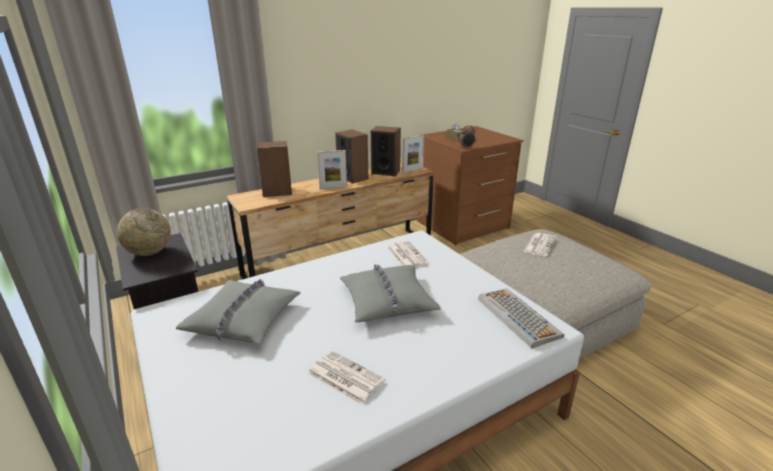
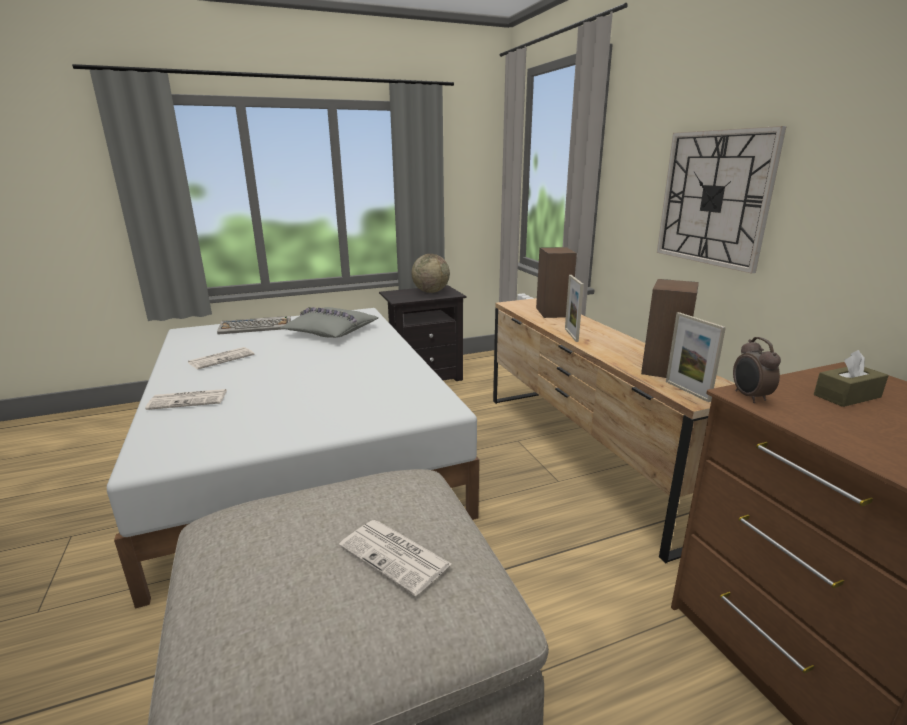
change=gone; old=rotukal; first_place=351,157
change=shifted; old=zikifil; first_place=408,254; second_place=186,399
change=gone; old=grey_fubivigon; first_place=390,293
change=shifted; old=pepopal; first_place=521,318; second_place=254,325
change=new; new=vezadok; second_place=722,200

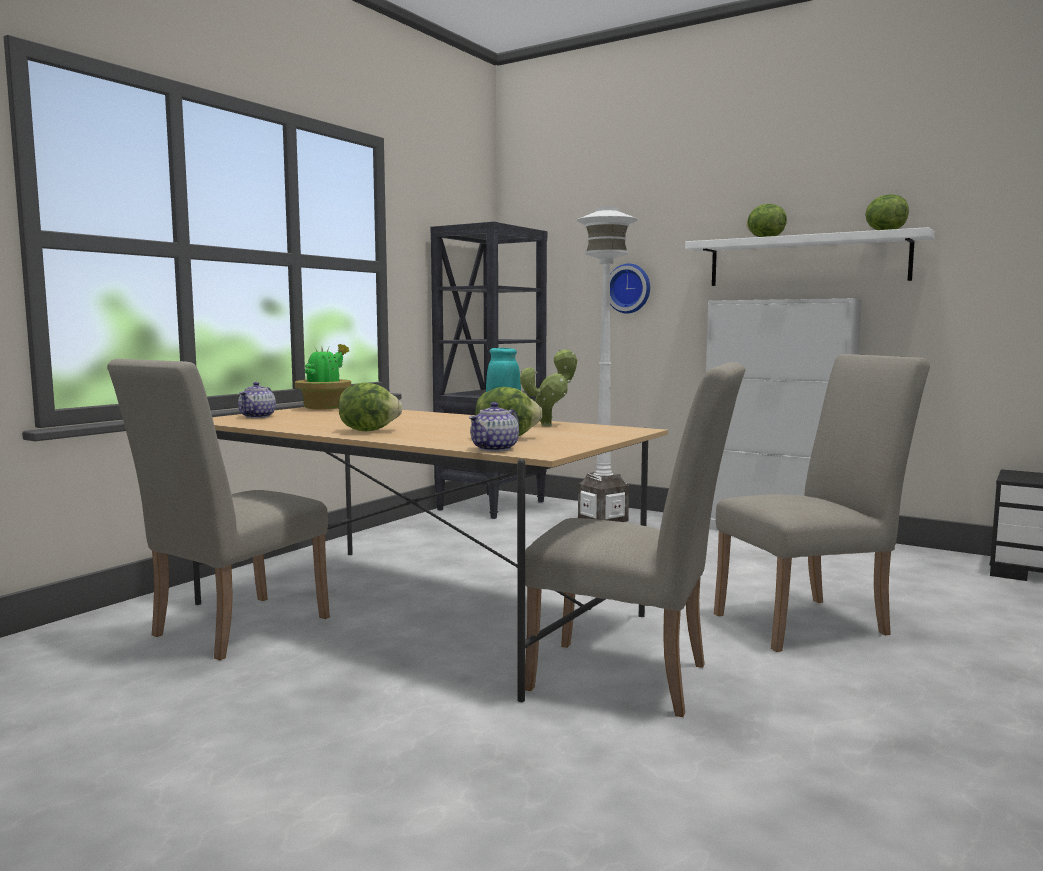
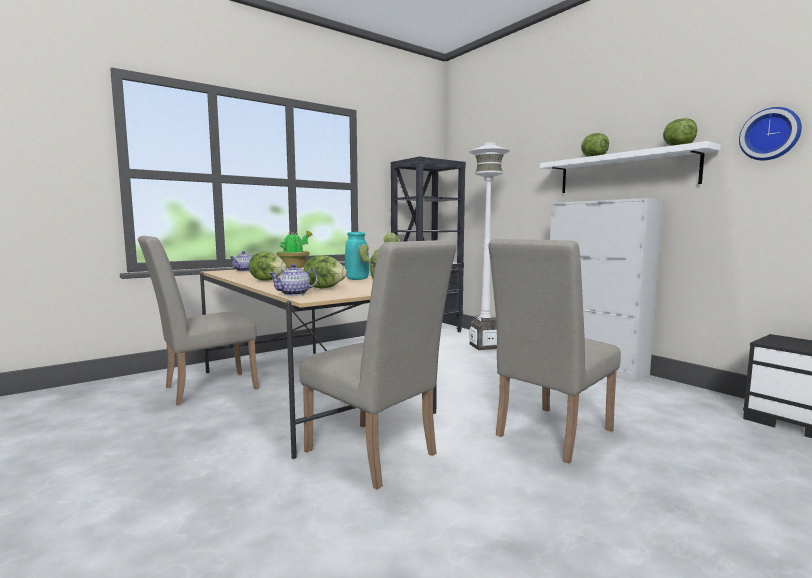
change=shifted; old=vezadok; first_place=630,289; second_place=770,133
change=rotated; old=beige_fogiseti; first_place=822,503; second_place=554,351; degrees=135

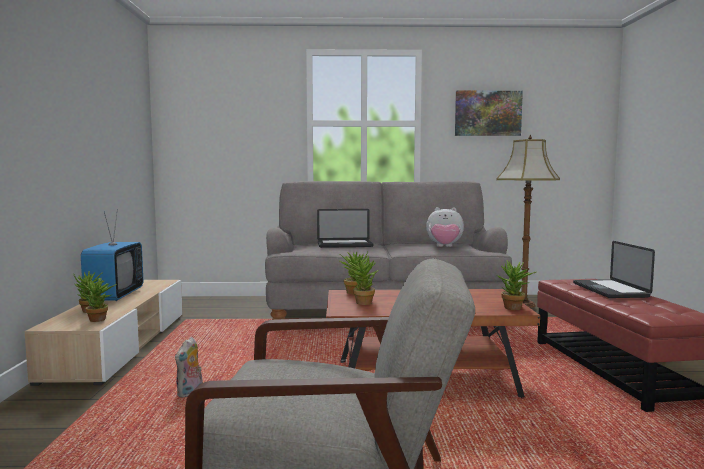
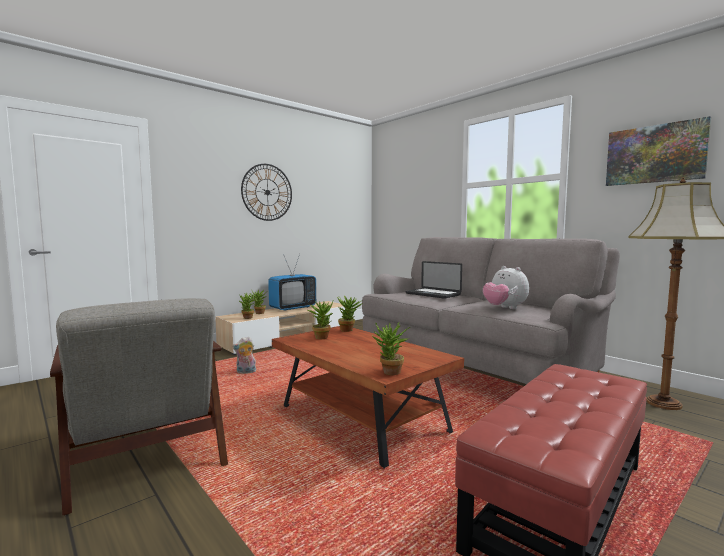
change=gone; old=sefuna; first_place=614,269
change=new; new=vezadok; second_place=266,192

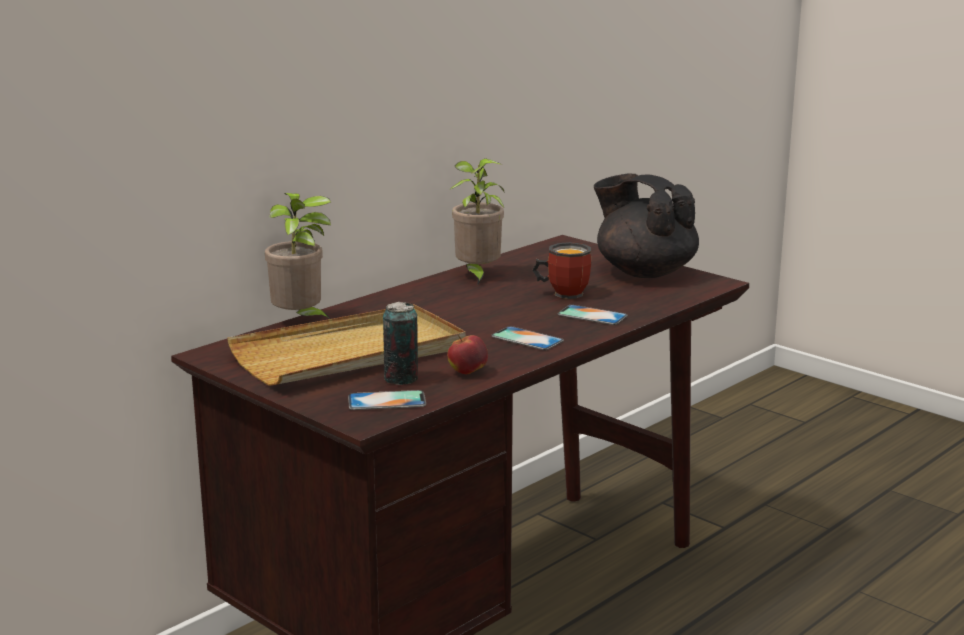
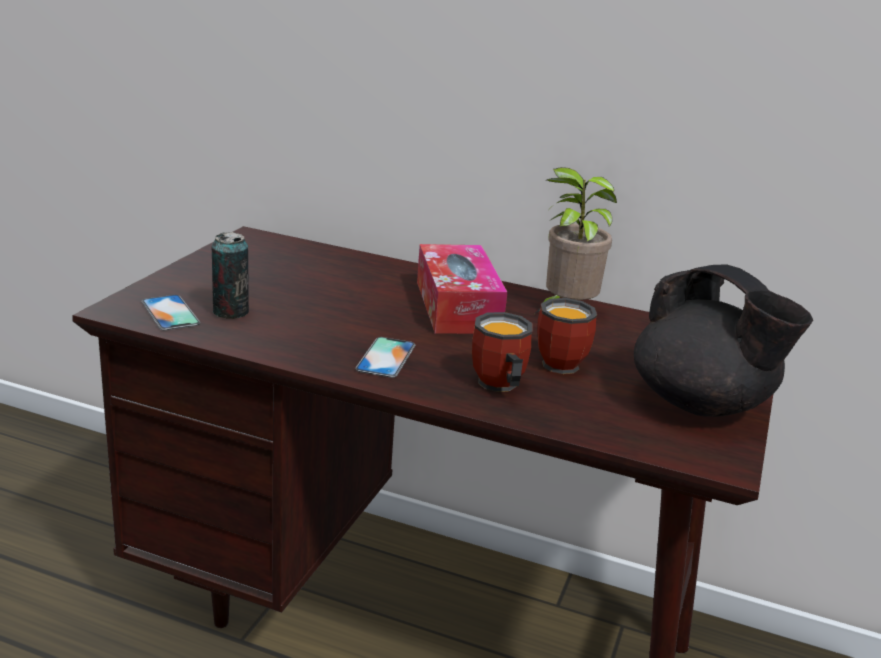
change=rotated; old=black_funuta; first_place=646,226; second_place=723,341; degrees=120
change=gone; old=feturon; first_place=298,256
change=gone; old=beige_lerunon; first_place=346,345
change=swapped; old=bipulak; new=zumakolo; first_place=593,315; second_place=502,352
change=gone; old=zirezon; first_place=467,354
change=new; new=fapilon; second_place=462,289

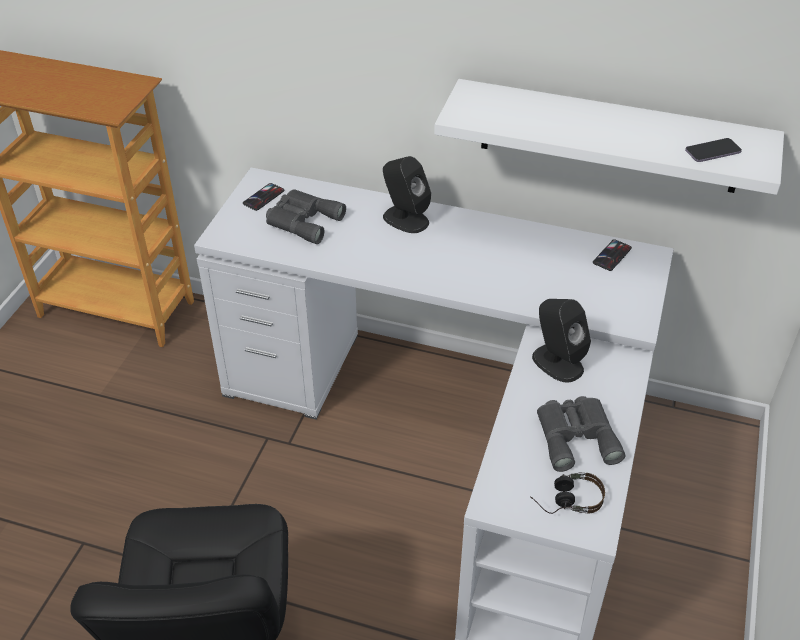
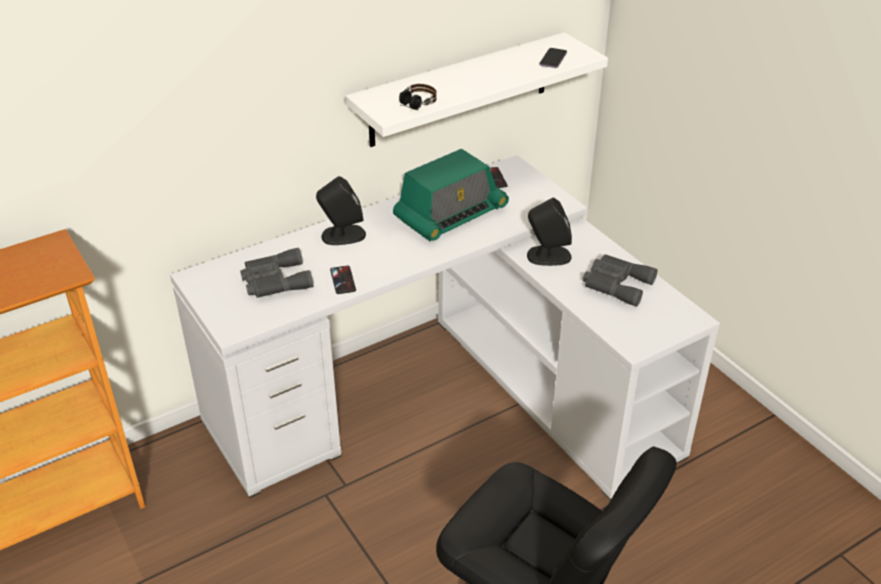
change=shifted; old=bipulak; first_place=263,197; second_place=343,280
change=shifted; old=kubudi; first_place=567,493; second_place=418,97
change=new; new=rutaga; second_place=451,195

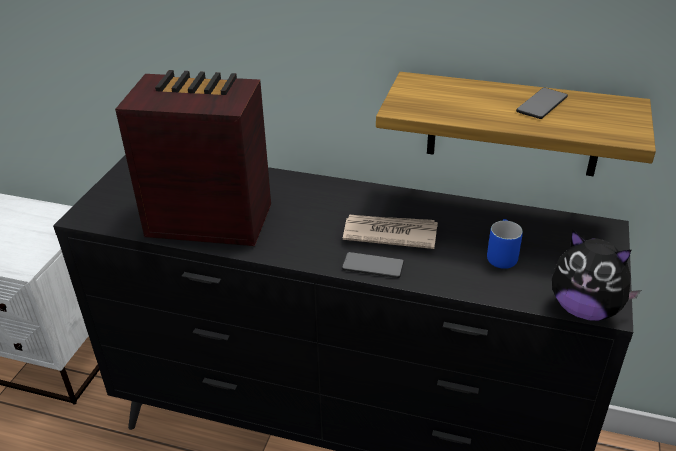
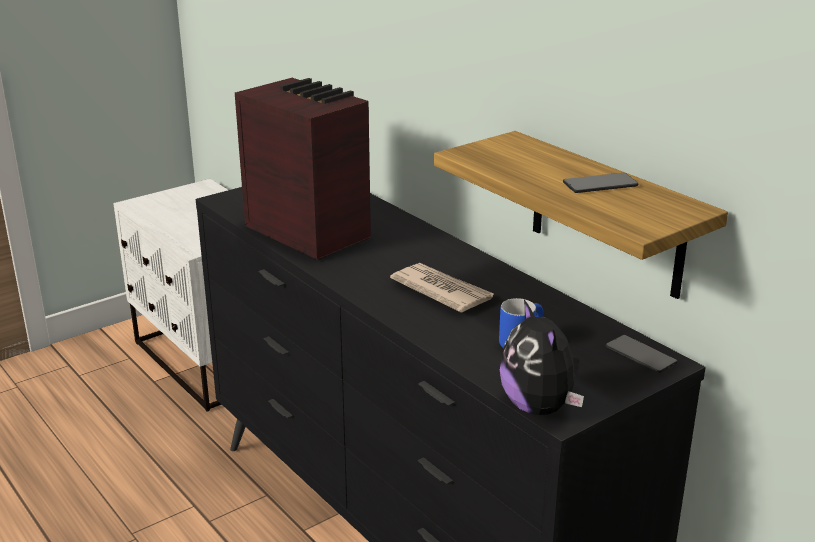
change=shifted; old=bipulak; first_place=373,265; second_place=641,354

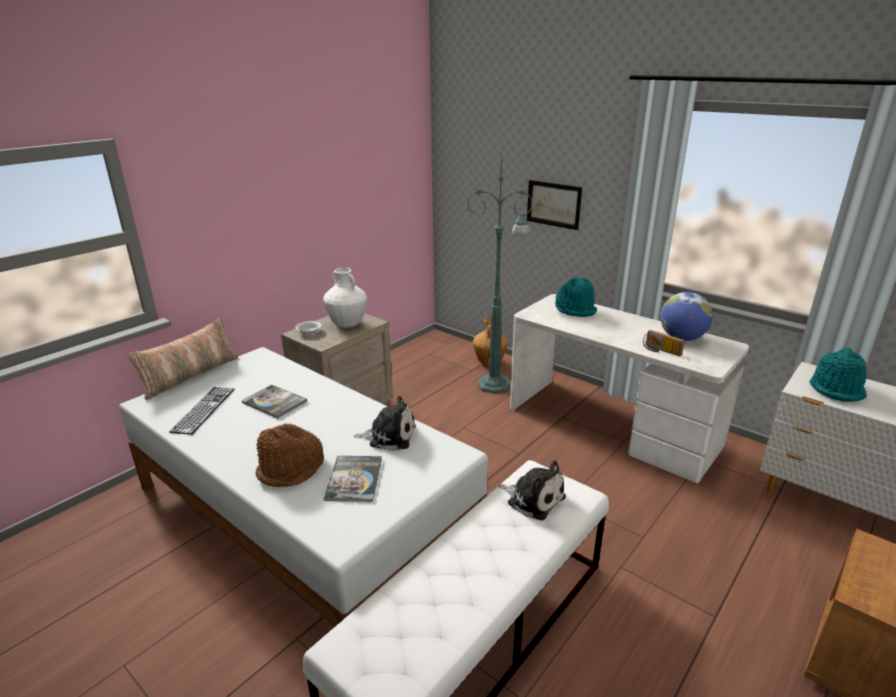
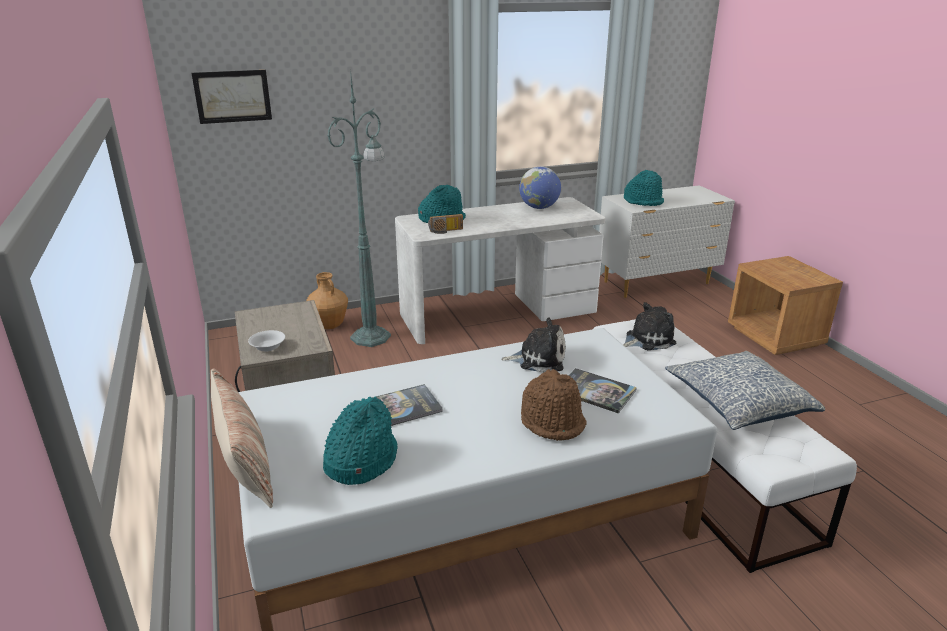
change=shifted; old=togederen; first_place=554,205; second_place=232,97
change=gone; old=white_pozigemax; first_place=345,298
change=shifted; old=rutaga; first_place=664,343; second_place=445,224
change=swapped; old=pepopal; new=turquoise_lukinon; first_place=202,411; second_place=360,441
change=rotated; old=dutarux; first_place=385,423; second_place=533,345; degrees=60
change=new; new=fubivigon; second_place=745,390

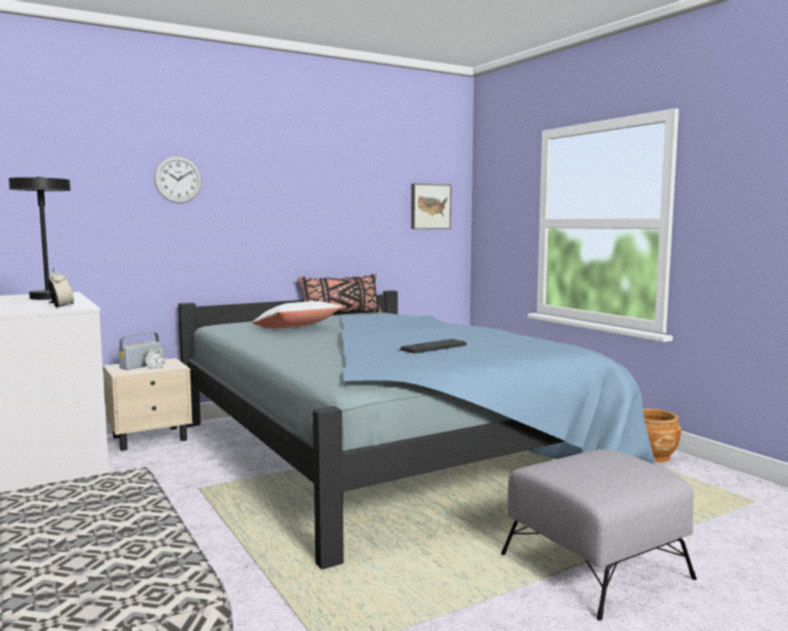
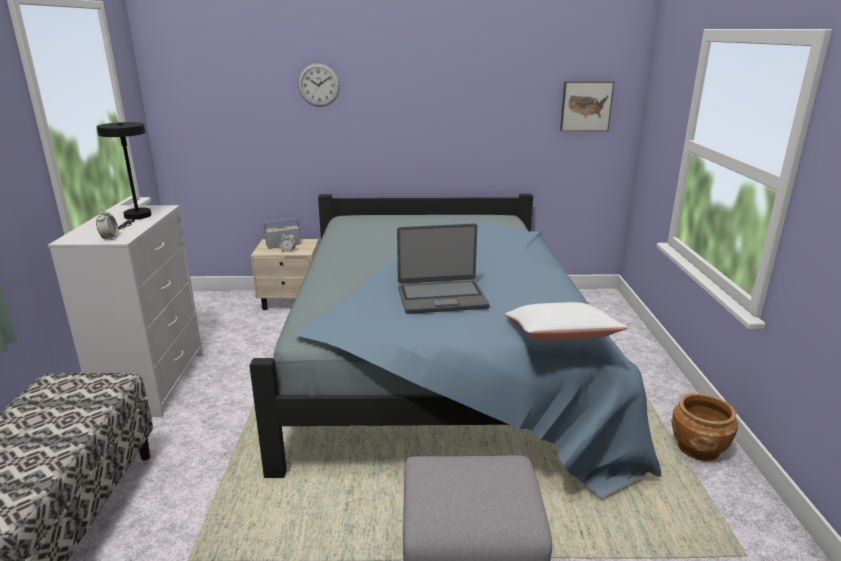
change=gone; old=black_fubivigon; first_place=339,293
change=shifted; old=white_fubivigon; first_place=297,315; second_place=566,321
change=swapped; old=pepopal; new=sefuna; first_place=433,346; second_place=443,269

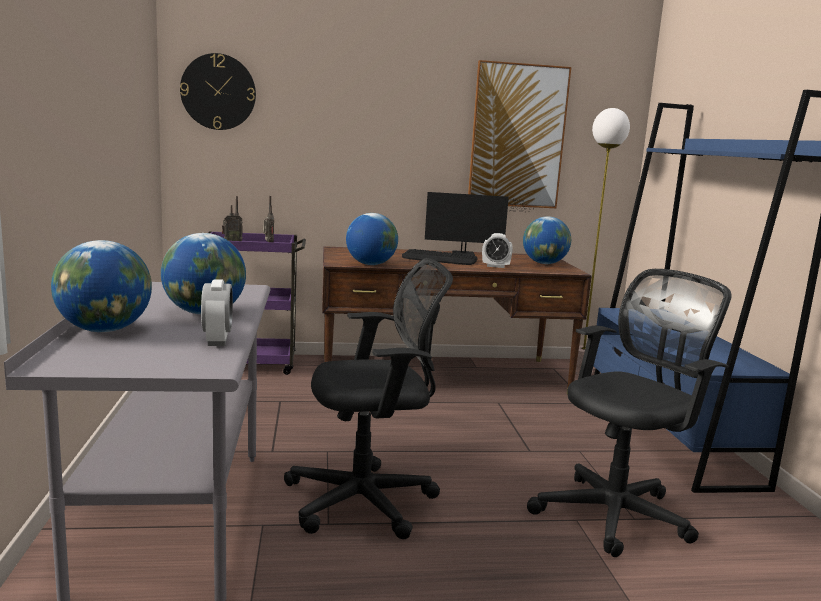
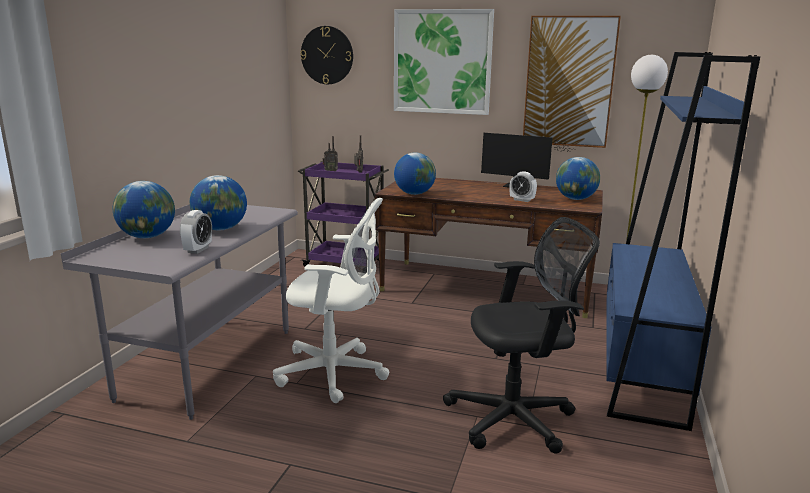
change=gone; old=pepopal; first_place=440,257
change=repainted; old=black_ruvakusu; new=white_ruvakusu; first_place=368,398; second_place=331,300
change=new; new=togederen; second_place=444,62

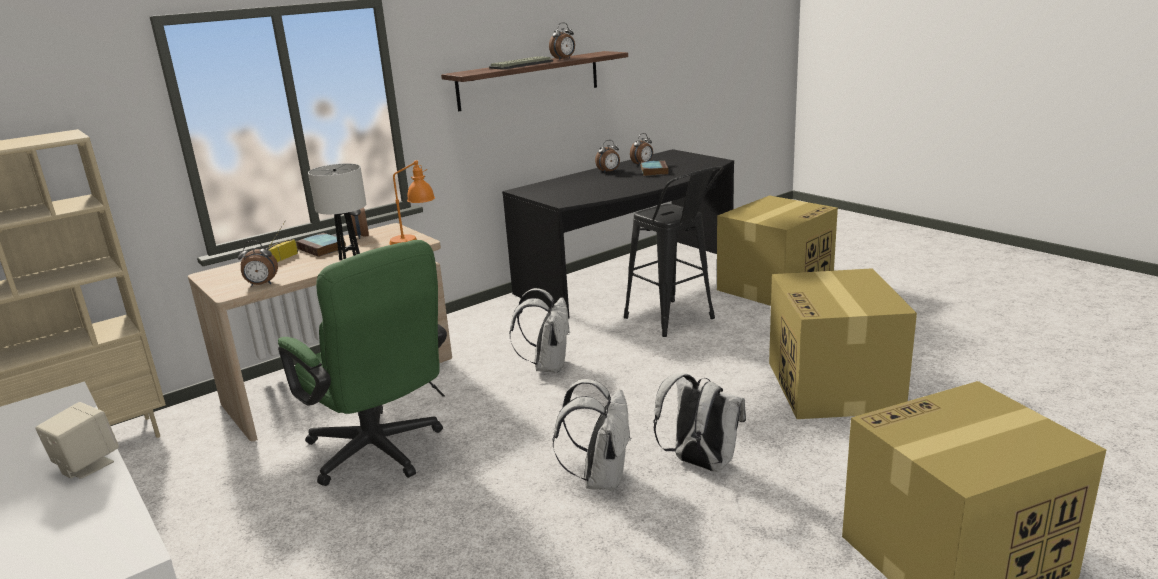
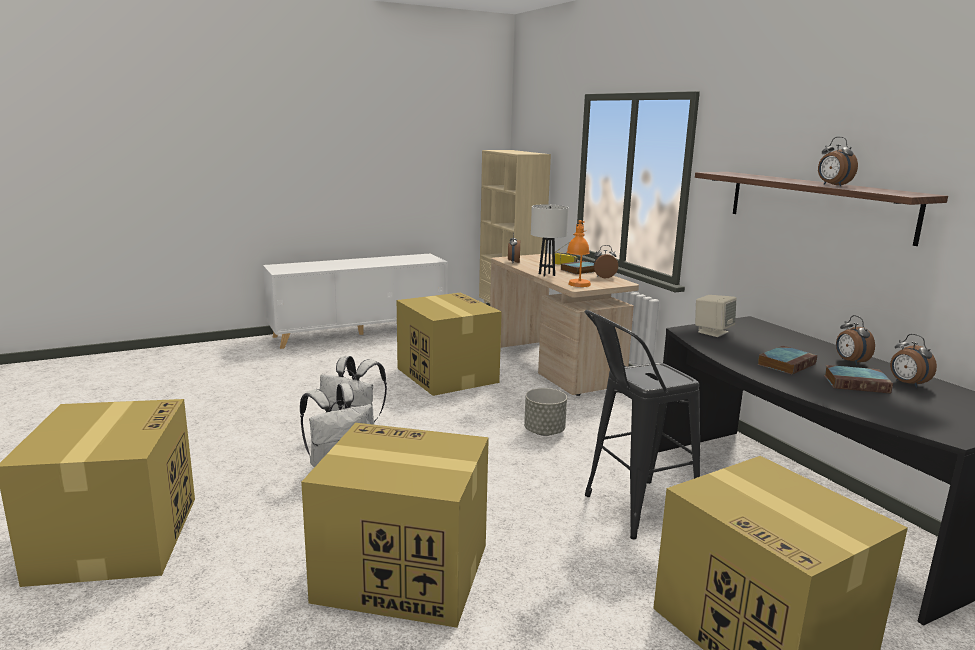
change=gone; old=pepopal; first_place=521,63
change=swapped; old=green_ruvakusu; new=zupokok; first_place=362,363; second_place=449,344
change=swapped; old=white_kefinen; new=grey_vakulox; first_place=540,330; second_place=545,412
change=shifted; old=beige_rotukal; first_place=77,440; second_place=715,316
change=new; new=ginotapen; second_place=787,360

